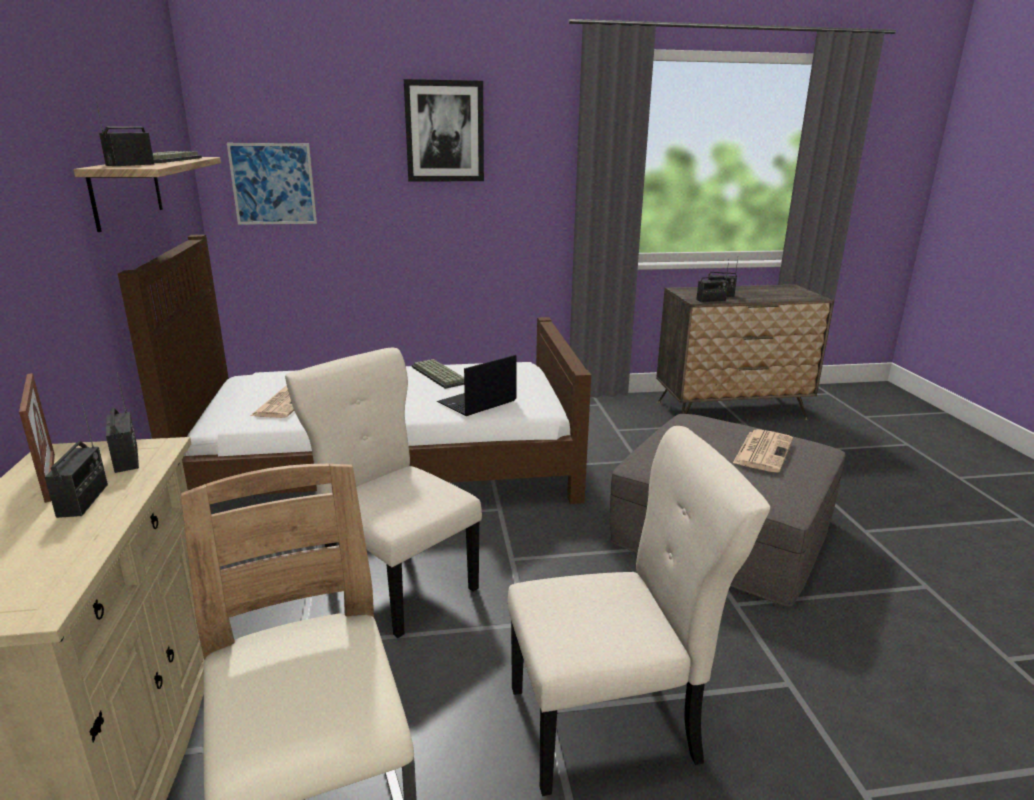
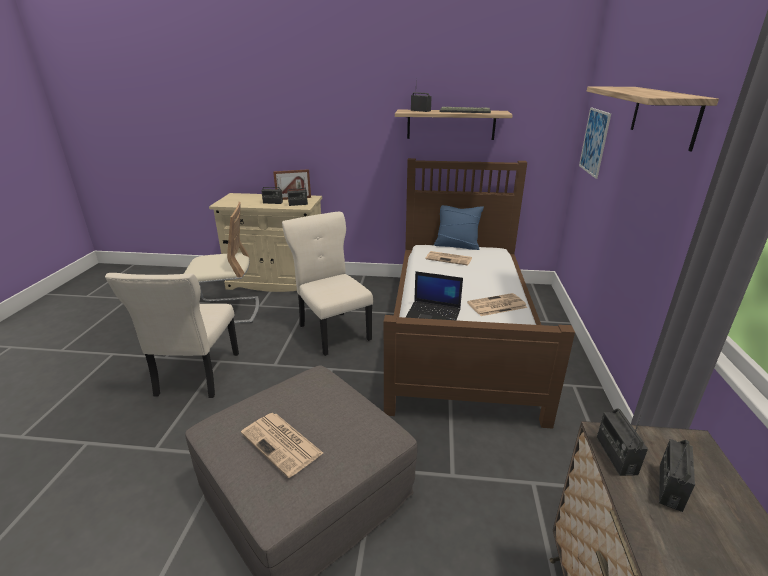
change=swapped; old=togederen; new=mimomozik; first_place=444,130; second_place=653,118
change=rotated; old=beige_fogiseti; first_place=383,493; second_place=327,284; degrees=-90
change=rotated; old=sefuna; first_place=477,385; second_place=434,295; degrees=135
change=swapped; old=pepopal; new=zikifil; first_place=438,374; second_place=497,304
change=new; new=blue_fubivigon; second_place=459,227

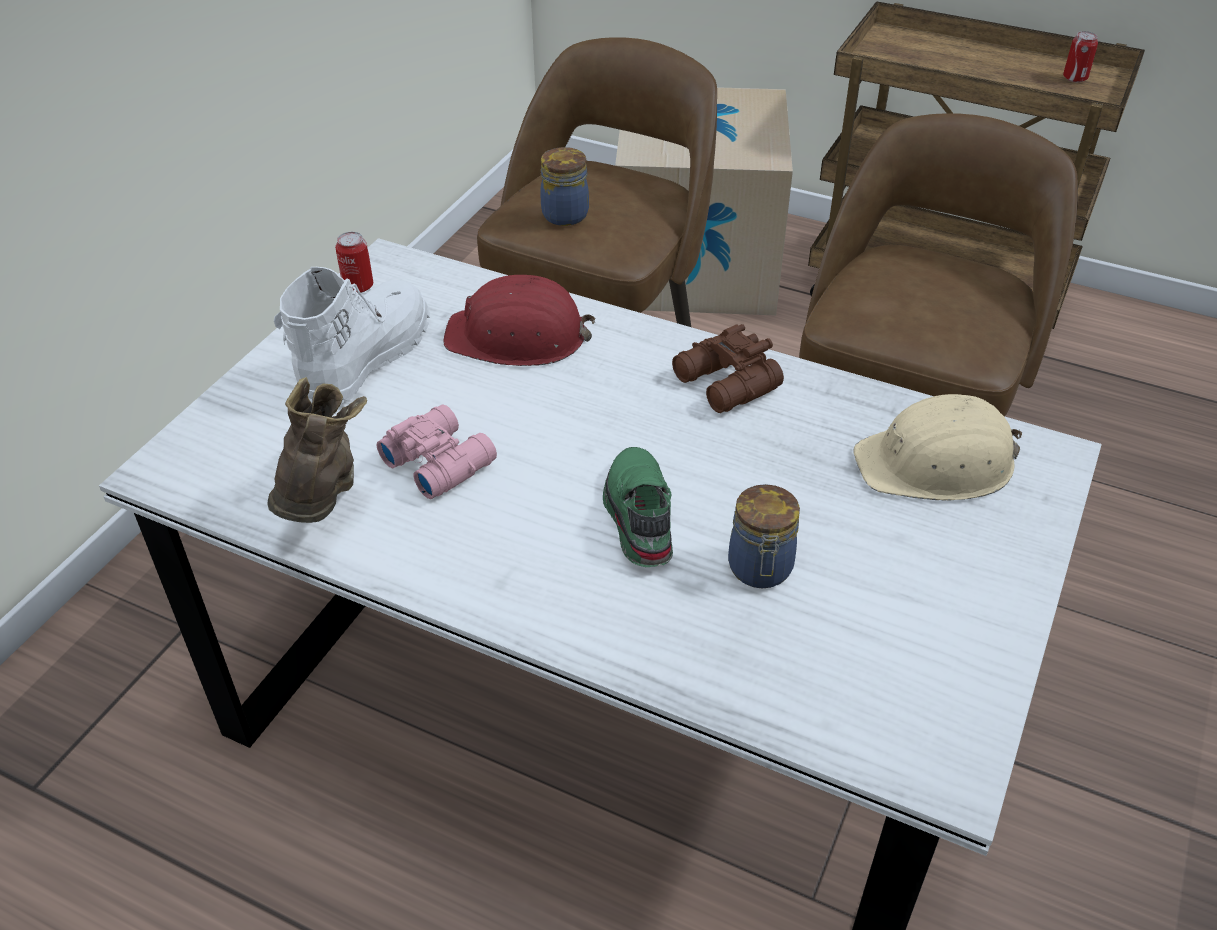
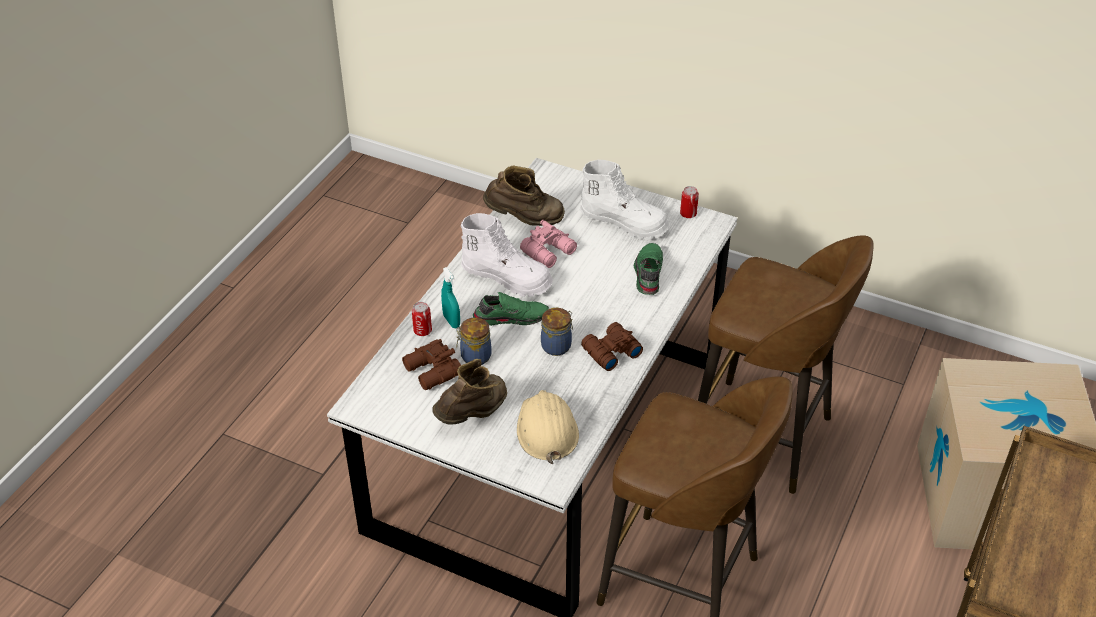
change=shifted; old=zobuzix; first_place=1080,57; second_place=422,319
change=shifted; old=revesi; first_place=564,186; second_place=557,332
change=swapped; old=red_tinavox; new=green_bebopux; first_place=519,320; second_place=648,269
change=new; new=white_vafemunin; second_place=507,255
change=new; new=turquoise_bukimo; second_place=450,297
change=new; new=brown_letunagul; second_place=431,364
change=new; new=brown_vafemunin; second_place=469,392

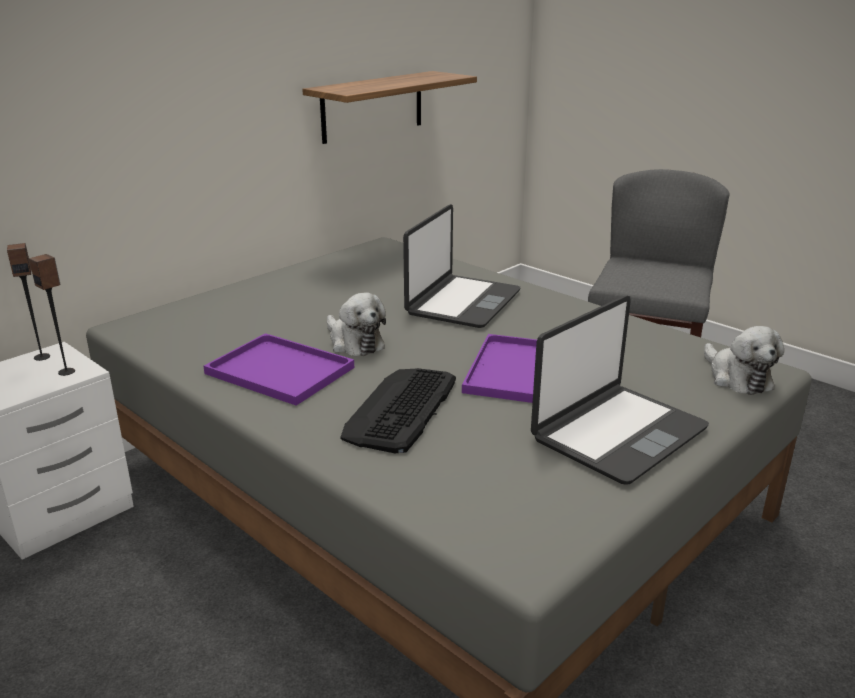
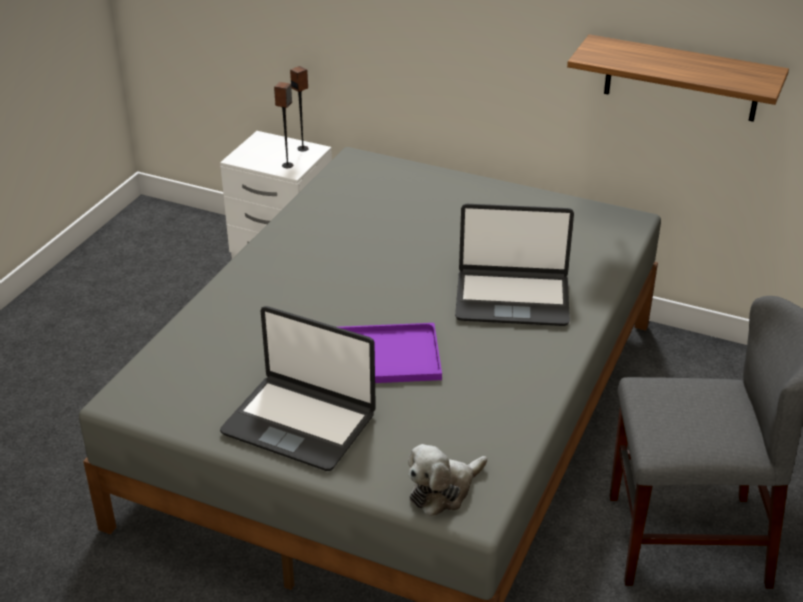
change=gone; old=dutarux; first_place=356,324
change=gone; old=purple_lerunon; first_place=278,369
change=gone; old=pepopal; first_place=398,410

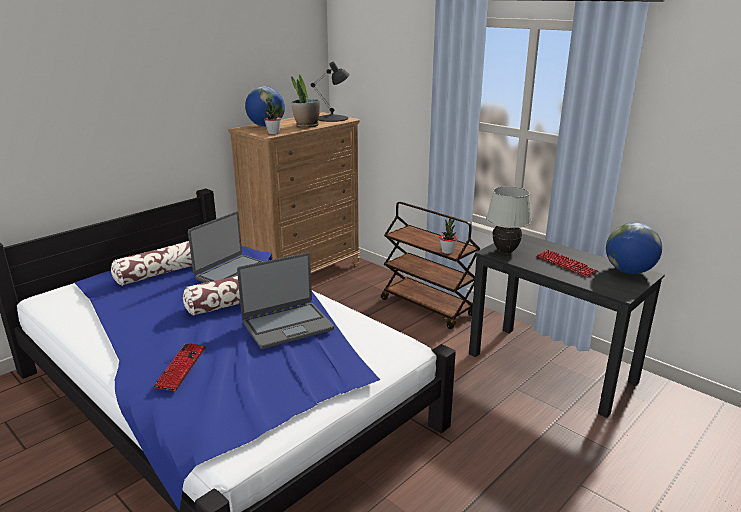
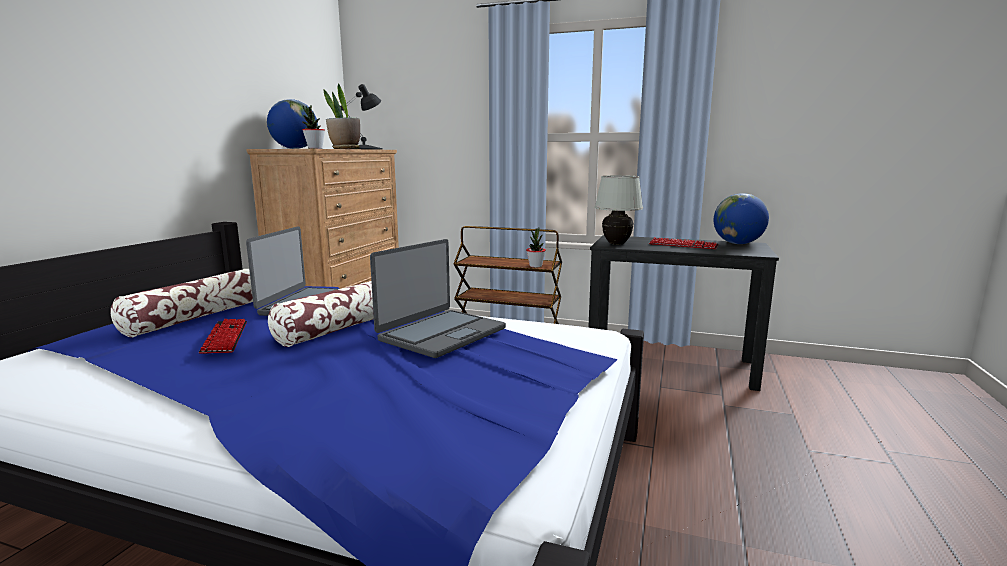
change=shifted; old=pepopal; first_place=180,367; second_place=223,336

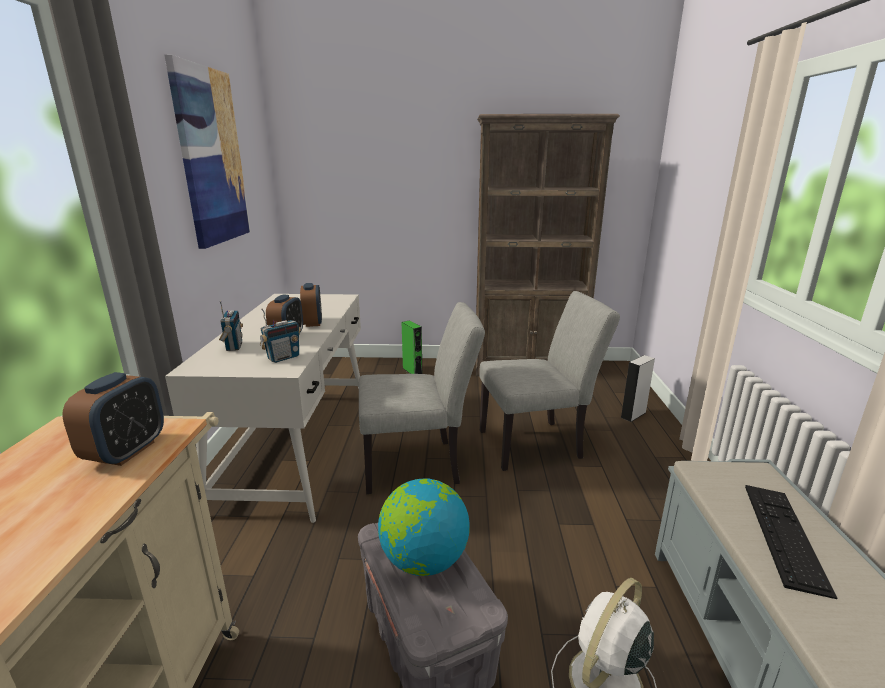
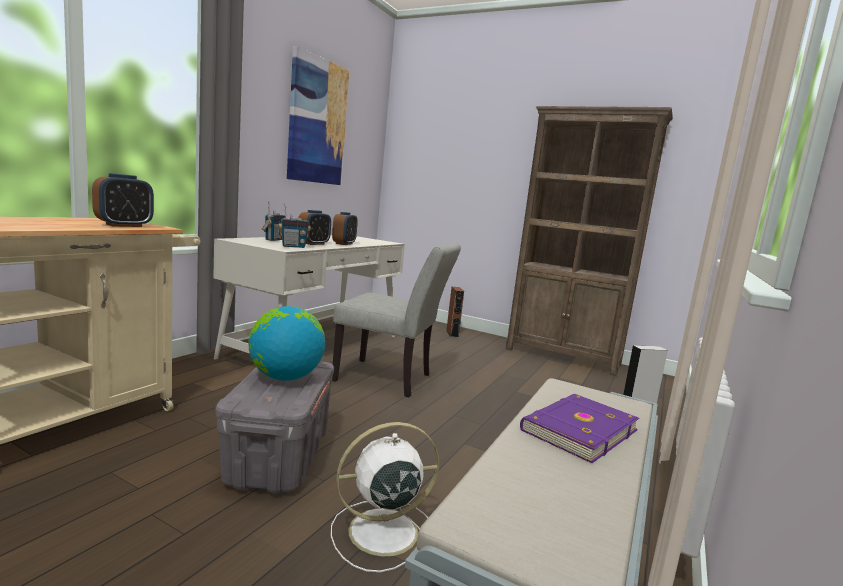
change=gone; old=grey_fogiseti; first_place=549,381
change=repainted; old=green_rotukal; new=brown_rotukal; first_place=412,347; second_place=455,312
change=swapped; old=pepopal; new=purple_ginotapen; first_place=791,542; second_place=580,428

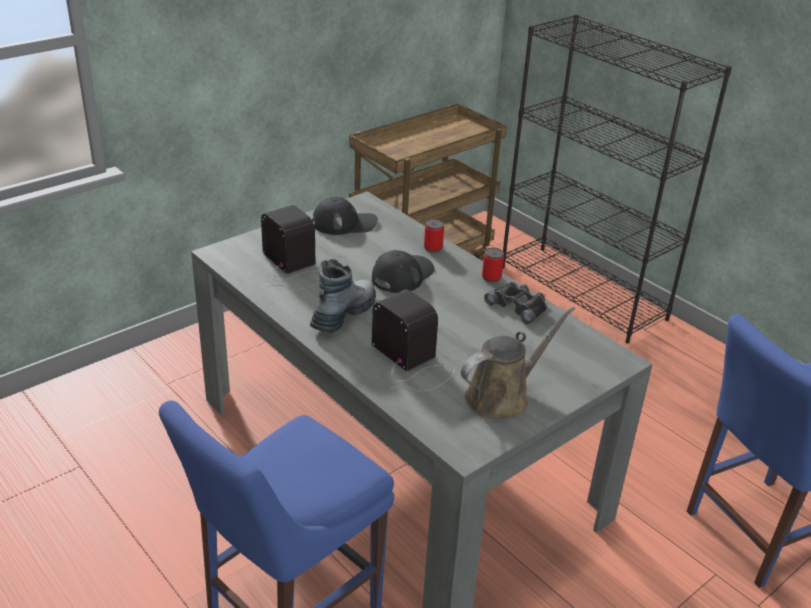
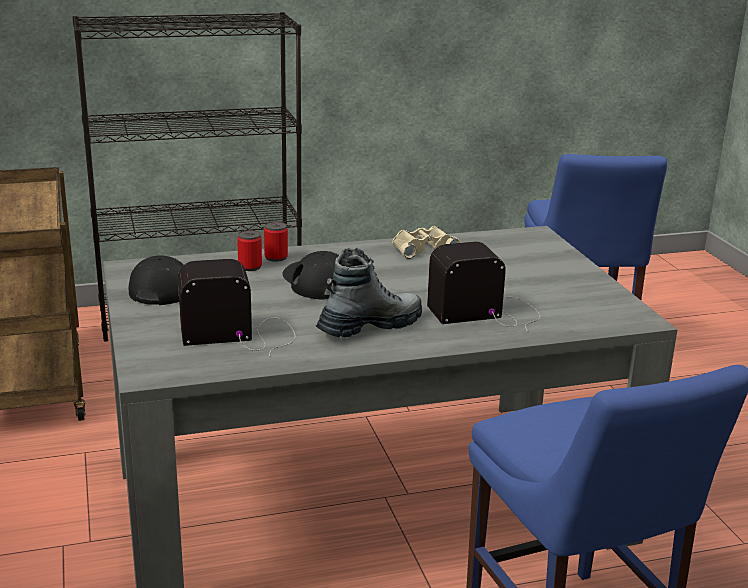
change=shifted; old=zobuzix; first_place=493,265; second_place=249,250
change=rotated; old=vafemunin; first_place=343,296; second_place=369,293; degrees=90
change=repainted; old=black_letunagul; new=beige_letunagul; first_place=515,303; second_place=426,242
change=gone; old=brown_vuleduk; first_place=518,362

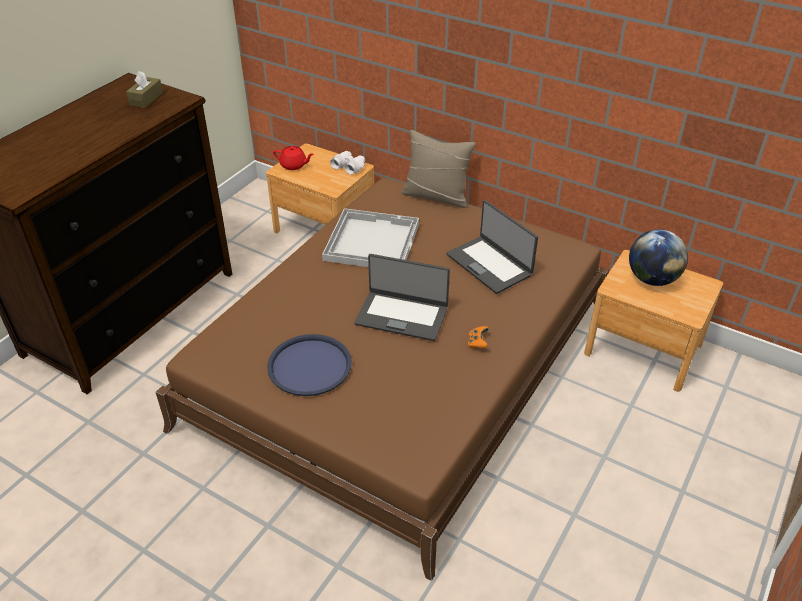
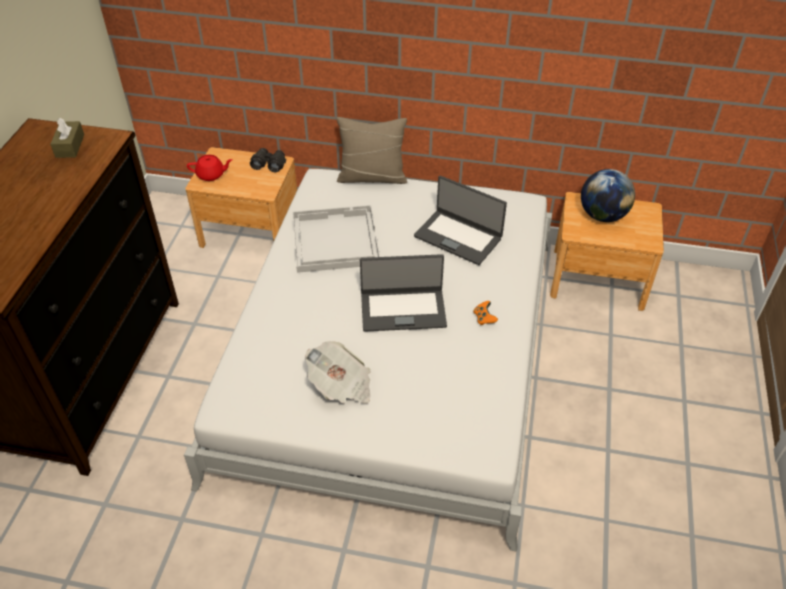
change=repainted; old=white_letunagul; new=black_letunagul; first_place=347,163; second_place=268,160
change=repainted; old=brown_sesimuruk; new=white_sesimuruk; first_place=382,379; second_place=368,360
change=swapped; old=blue_lerunon; new=zikifil; first_place=309,365; second_place=338,372

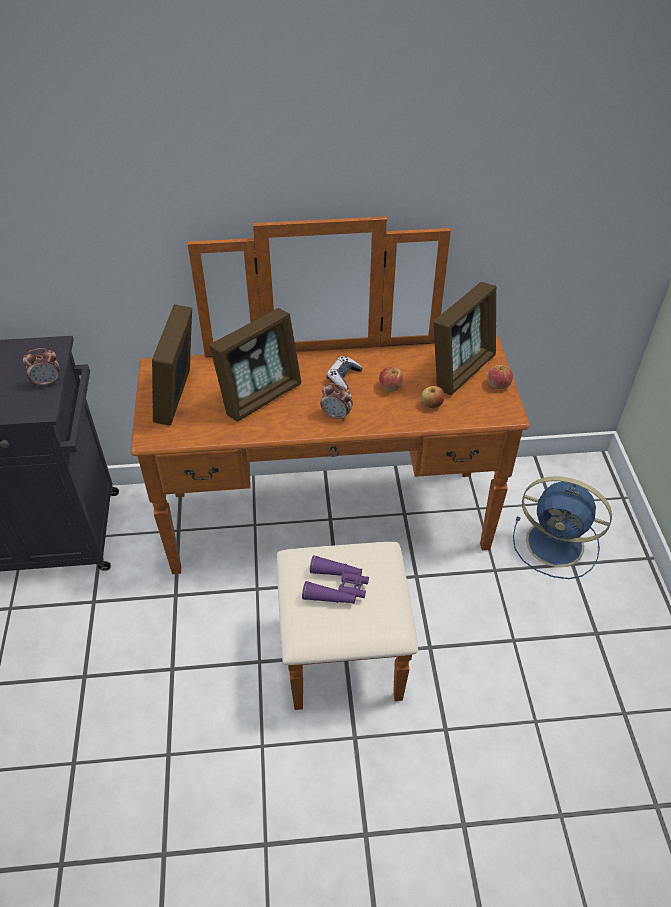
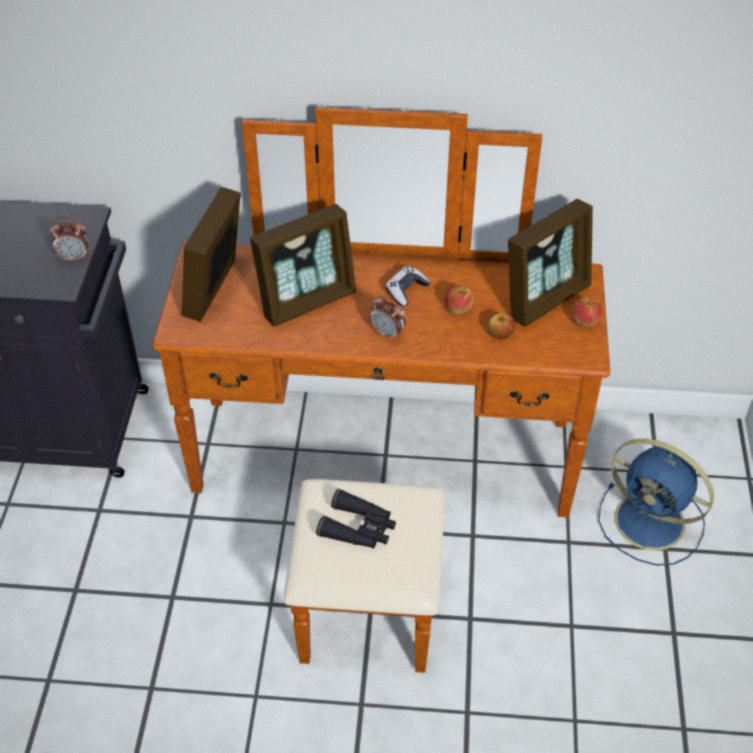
change=repainted; old=purple_letunagul; new=black_letunagul; first_place=335,579; second_place=356,519

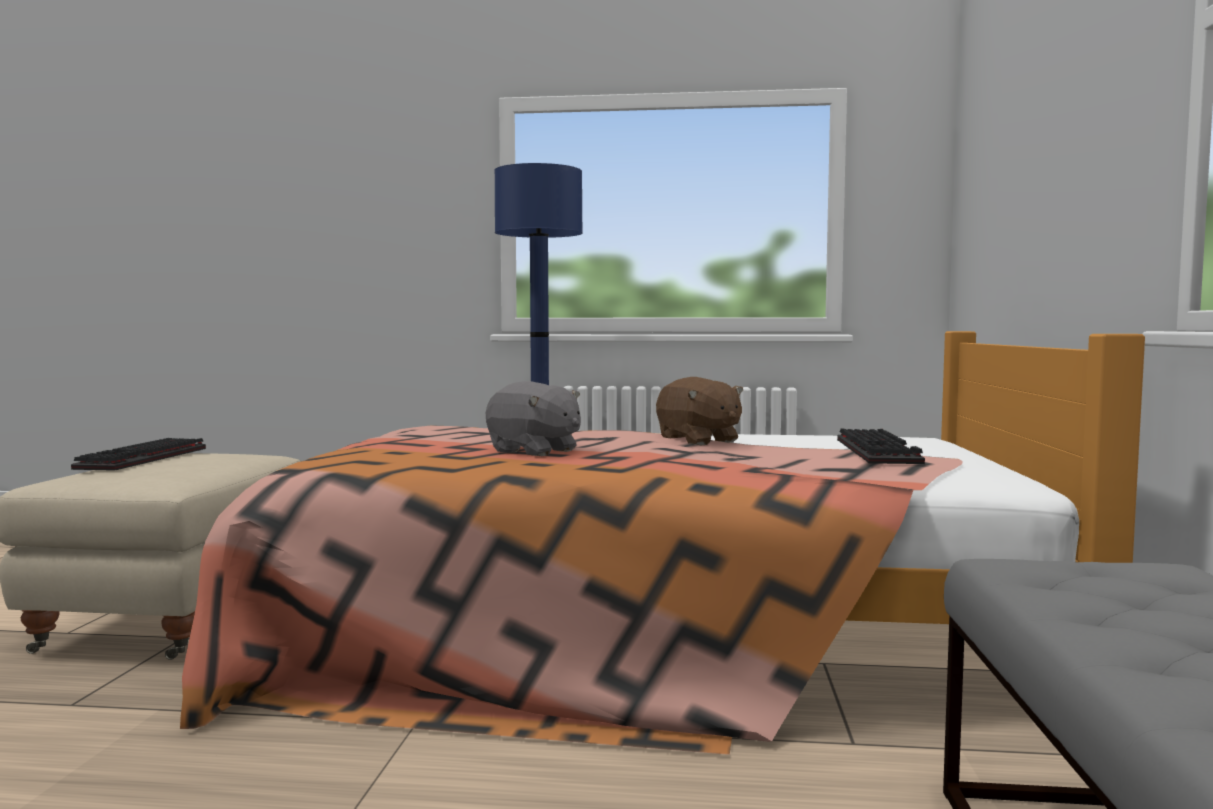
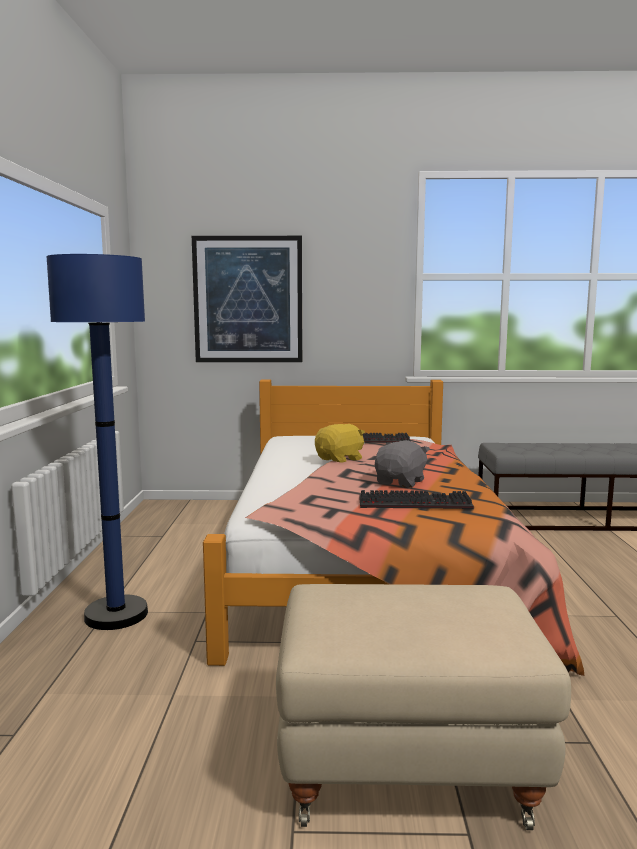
change=repainted; old=brown_dutarux; new=yellow_dutarux; first_place=699,411; second_place=340,443
change=shifted; old=pepopal; first_place=138,454; second_place=416,499
change=new; new=togederen; second_place=247,299

